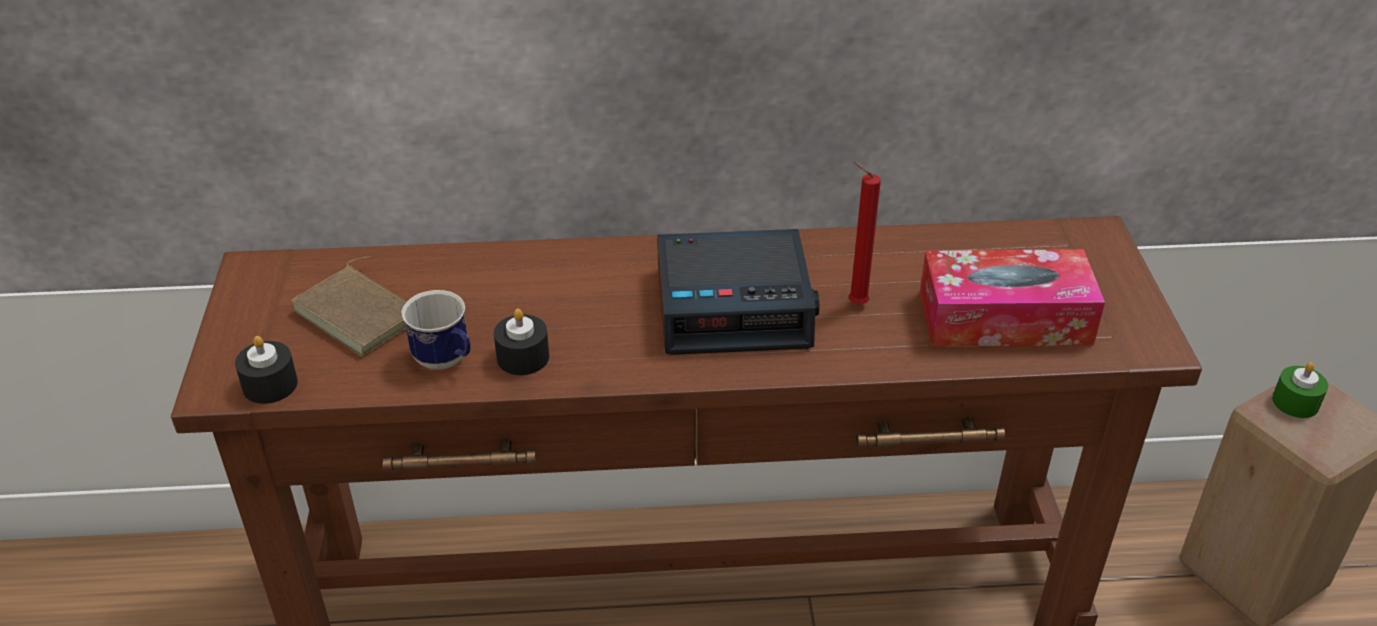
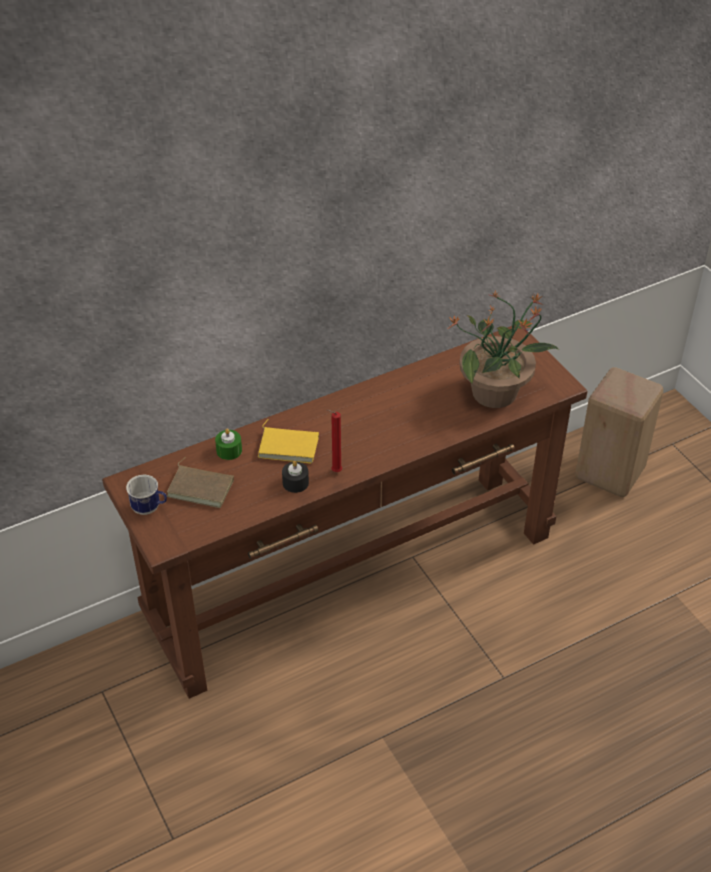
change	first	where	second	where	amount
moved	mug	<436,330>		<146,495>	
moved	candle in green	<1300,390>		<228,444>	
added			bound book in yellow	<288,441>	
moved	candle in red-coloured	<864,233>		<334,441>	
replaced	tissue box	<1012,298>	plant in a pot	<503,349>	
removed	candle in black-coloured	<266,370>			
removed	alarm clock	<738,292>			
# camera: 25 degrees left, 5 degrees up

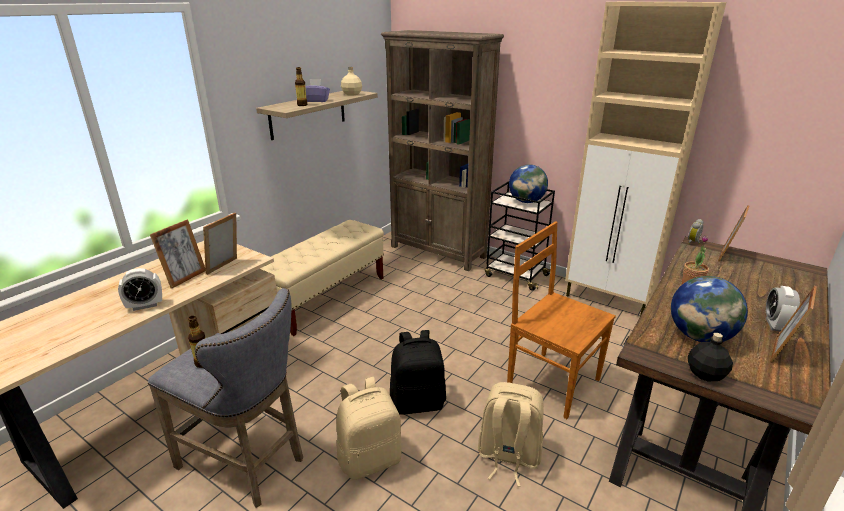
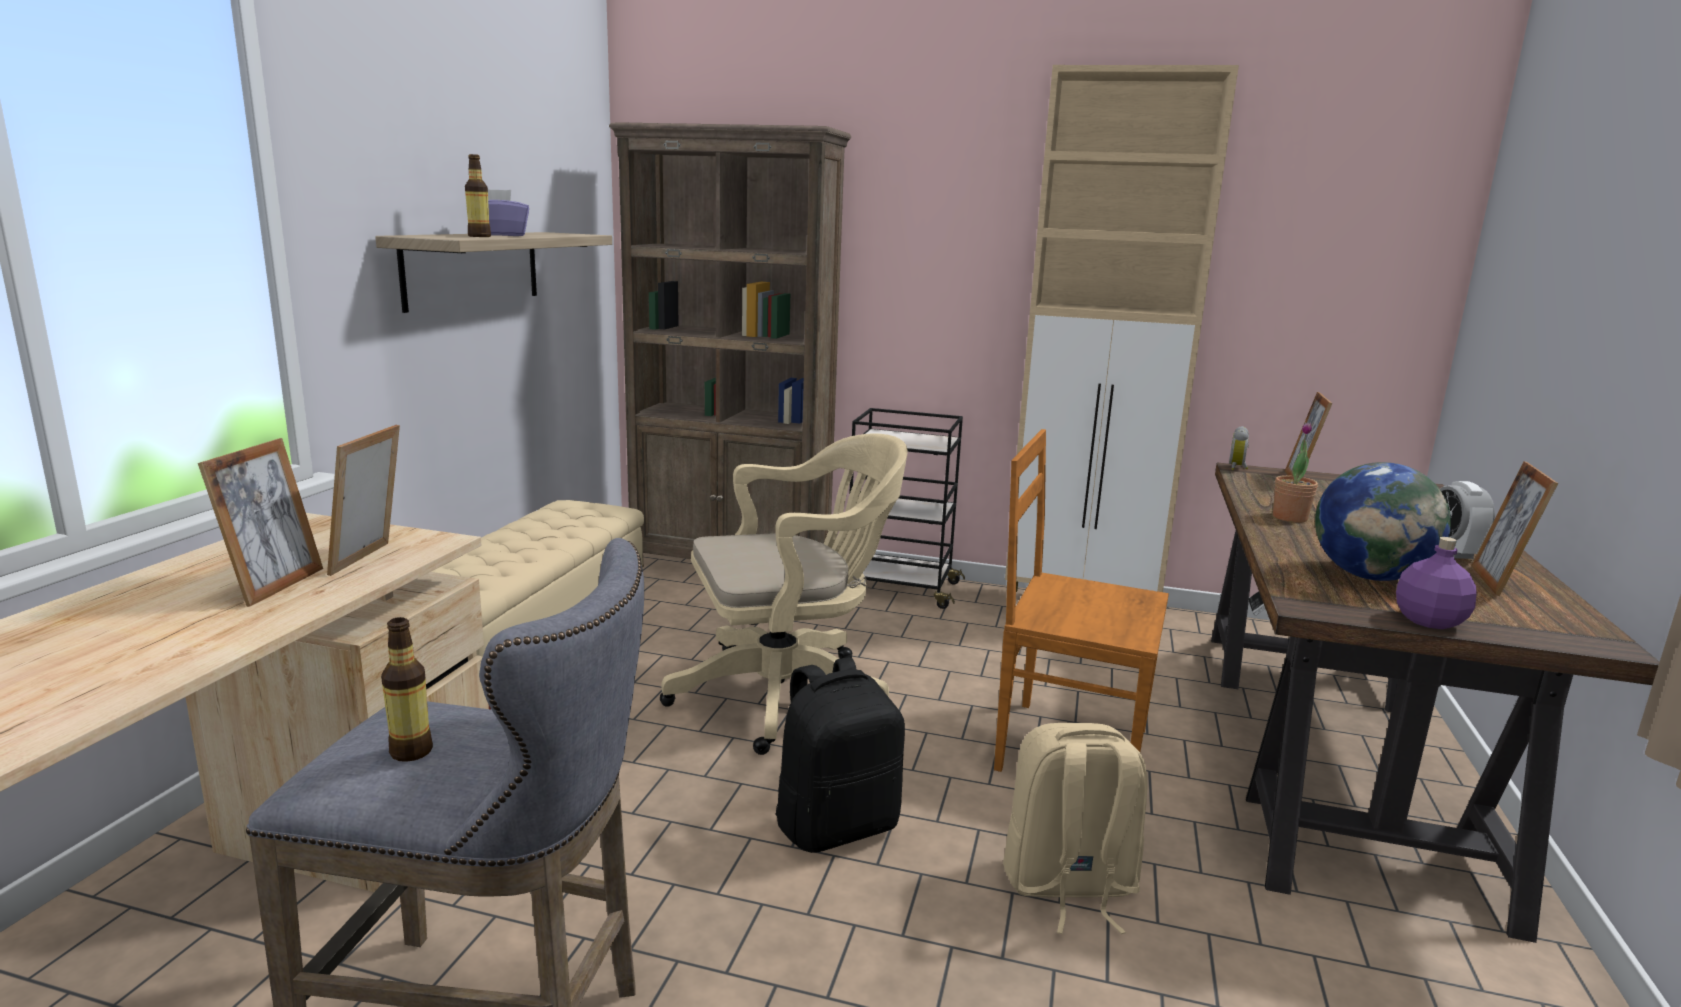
change	first	where	second	where	amount
added			desk chair in beige-coloured	<784,594>	
recoloured	bottle in black-coloured	<710,357>	bottle in purplish	<1436,583>	
removed	alarm clock	<140,289>			
removed	backpack in beige-coloured	<369,428>			
removed	bottle in beige-coloured	<351,81>			
removed	world globe	<528,183>			
# camera: 20 degrees left, 10 degrees down

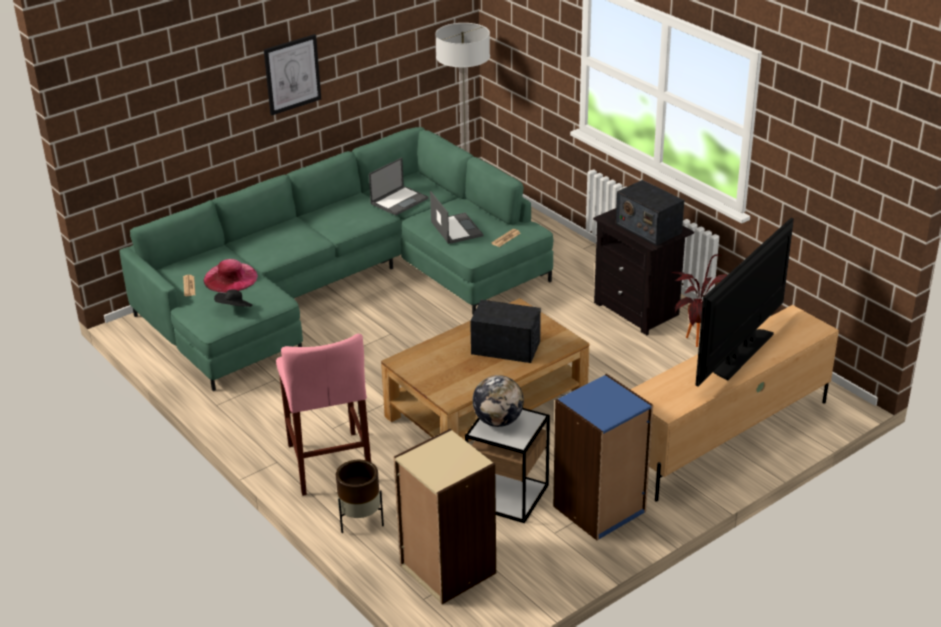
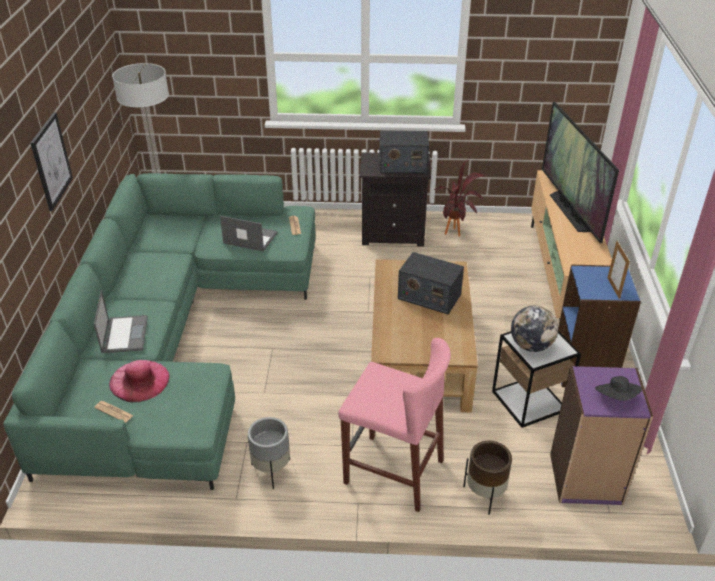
change	first	where	second	where	amount
moved	notebook computer	<399,187>		<121,322>	
added			planter in greyish	<269,453>	
turned	radio receiver	<505,331>		<431,283>	120 degrees counterclockwise
recoloured	shelving unit in beige-coloured	<445,516>	shelving unit in purplish	<601,435>	
moved	wearable hat in black-coloured	<233,298>		<618,388>	
added			photo frame	<619,270>	
# camera: 50 degrees left, 5 degrees up

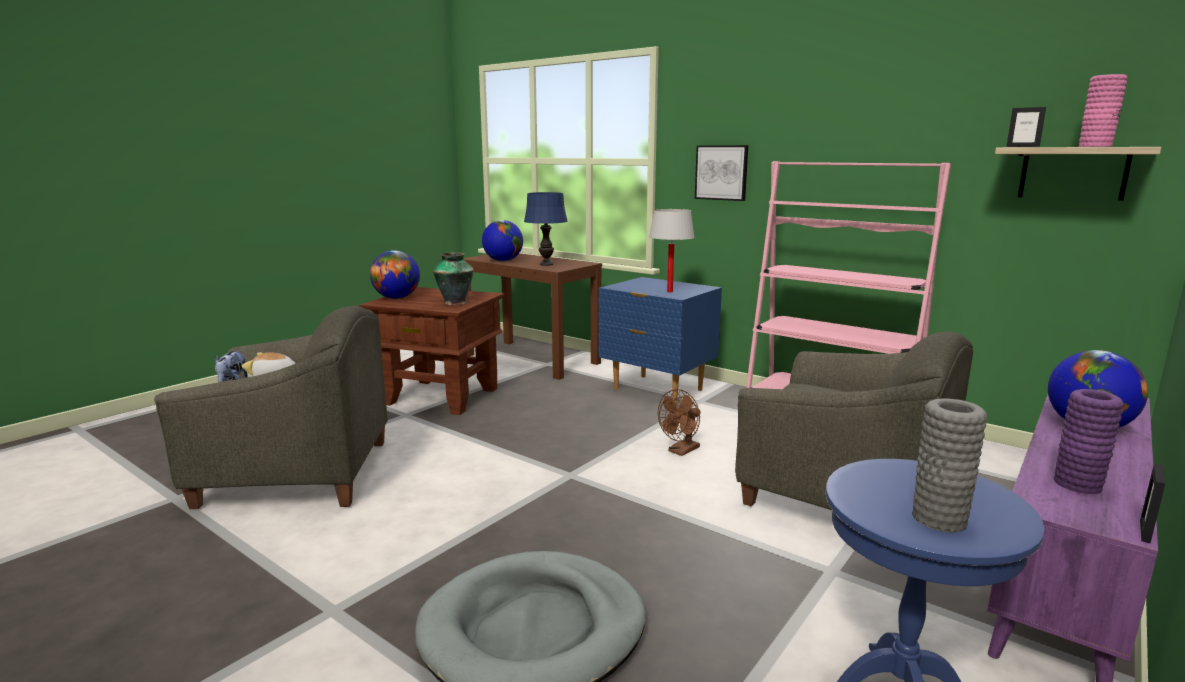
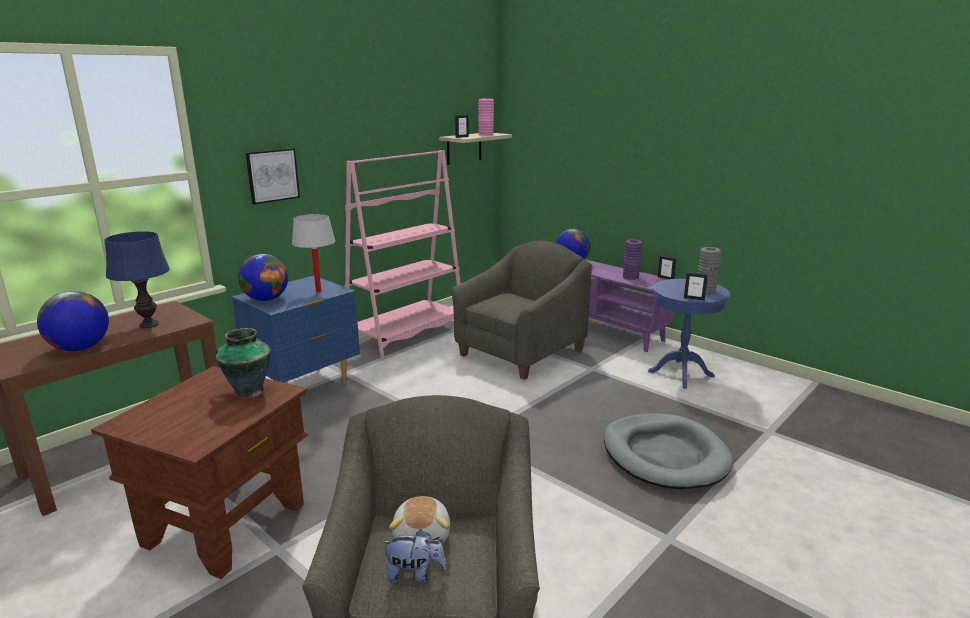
change	first	where	second	where	amount
moved	world globe	<395,274>		<263,277>	
added			photo frame	<696,286>	
removed	electric fan in brown	<679,422>			
# camera: 85 degrees left, 5 degrees up

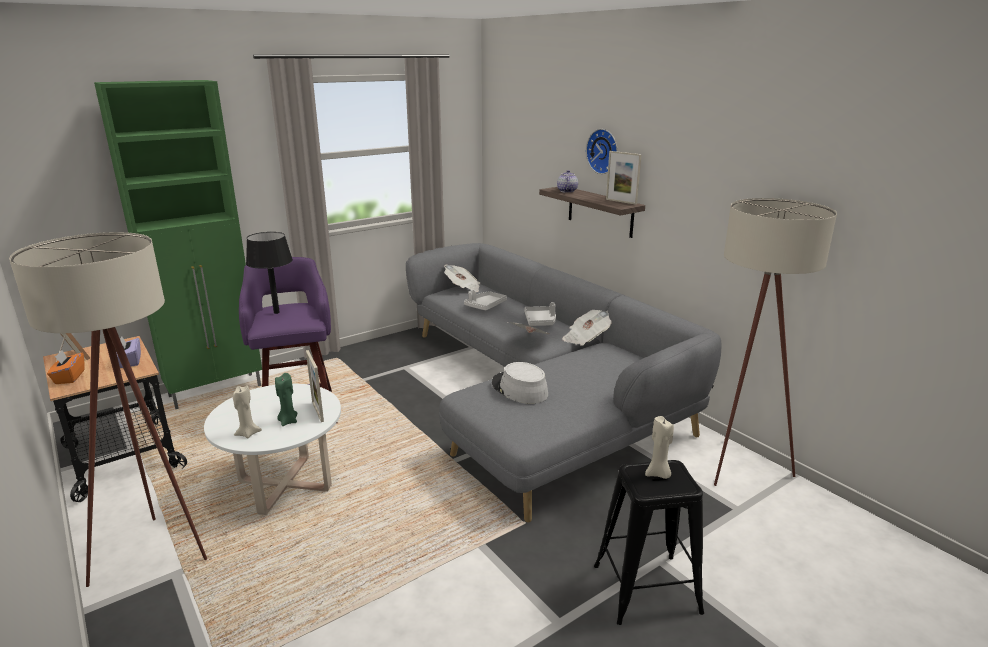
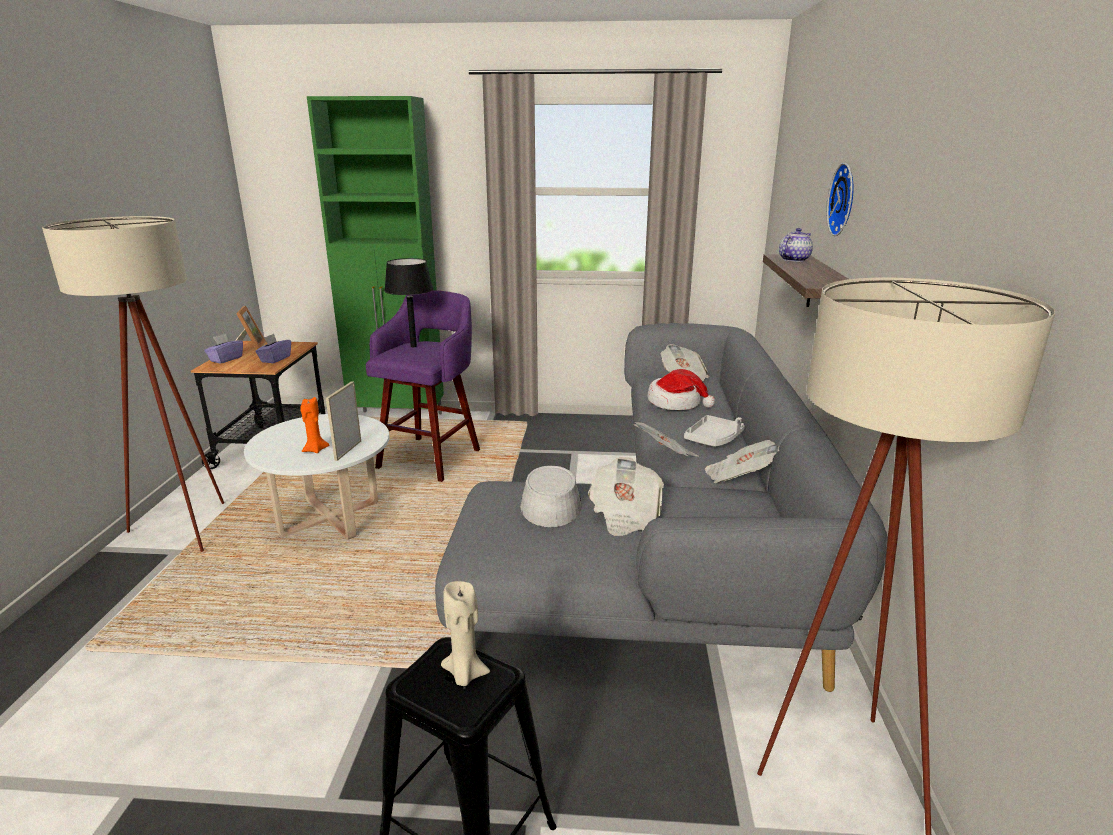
change	first	where	second	where	amount
recoloured	tissue box in orange	<65,367>	tissue box in purplish	<223,349>	
recoloured	candle in green	<286,399>	candle in orange	<314,425>	
added			newspaper	<626,496>	
replaced	serving tray in greyish	<485,300>	wearable hat	<681,389>	
removed	candle in beige-coloured	<247,411>			
removed	photo frame	<623,178>			
# camera: 40 degrees right, 0 degrees up

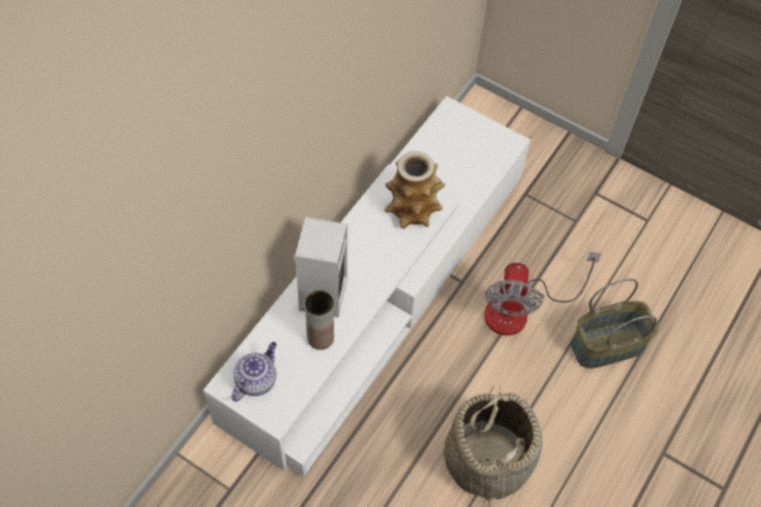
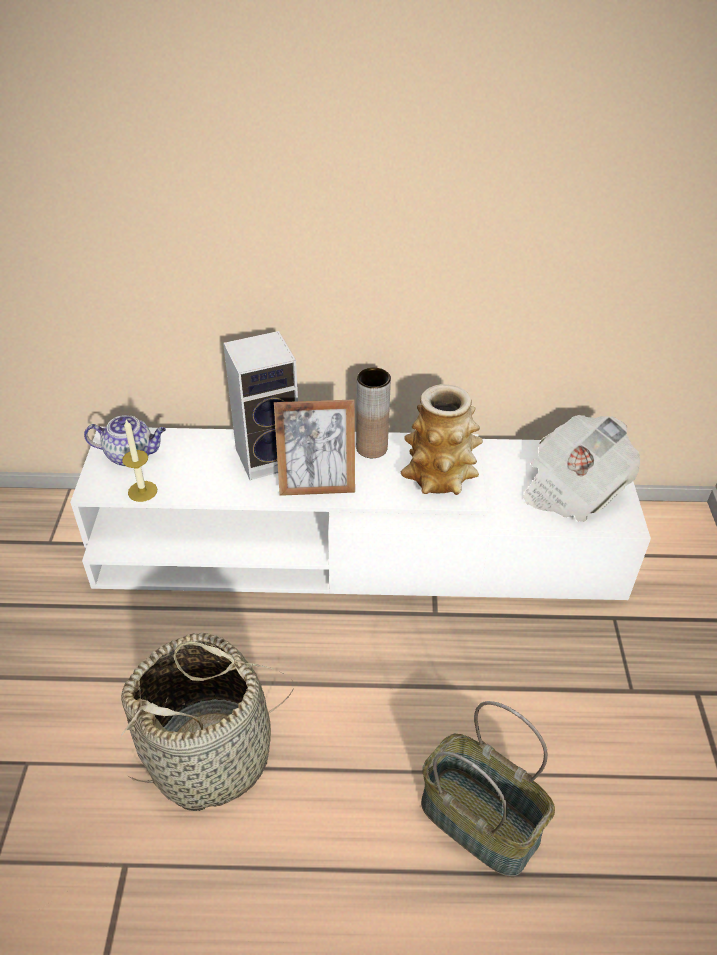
change	first	where	second	where	amount
added			candle	<139,461>	
added			photo frame	<314,447>	
moved	vase in brown	<319,320>		<373,412>	
added			newspaper	<582,468>	
removed	electric fan	<542,294>			
# camera: 60 degrees right, 15 degrees down

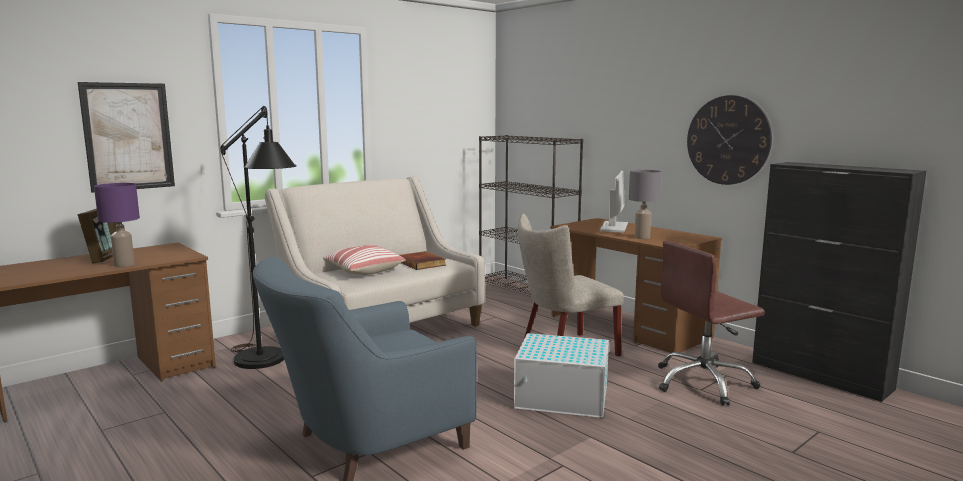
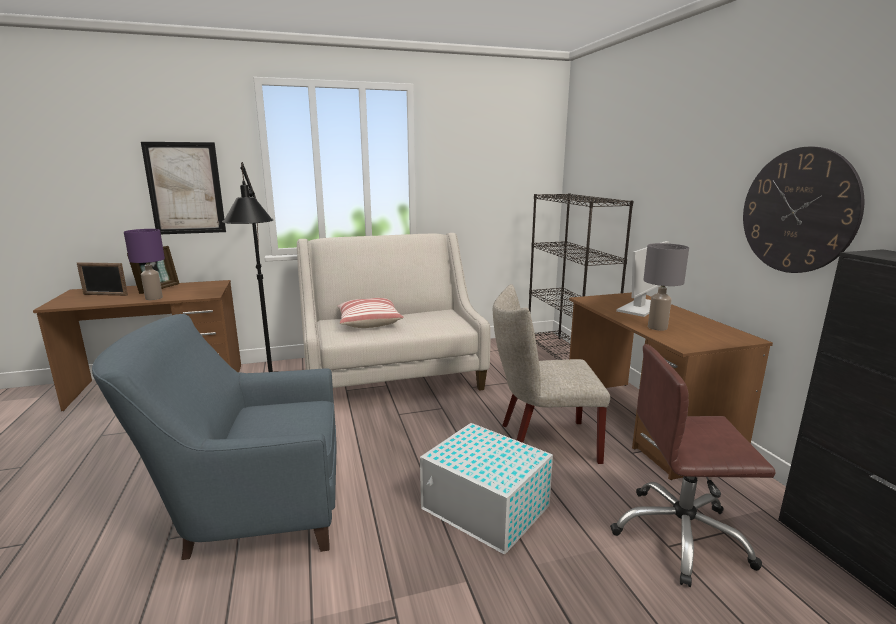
change	first	where	second	where	amount
added			photo frame	<102,279>	
removed	bound book	<422,260>			
# camera: 25 degrees right, 5 degrees up

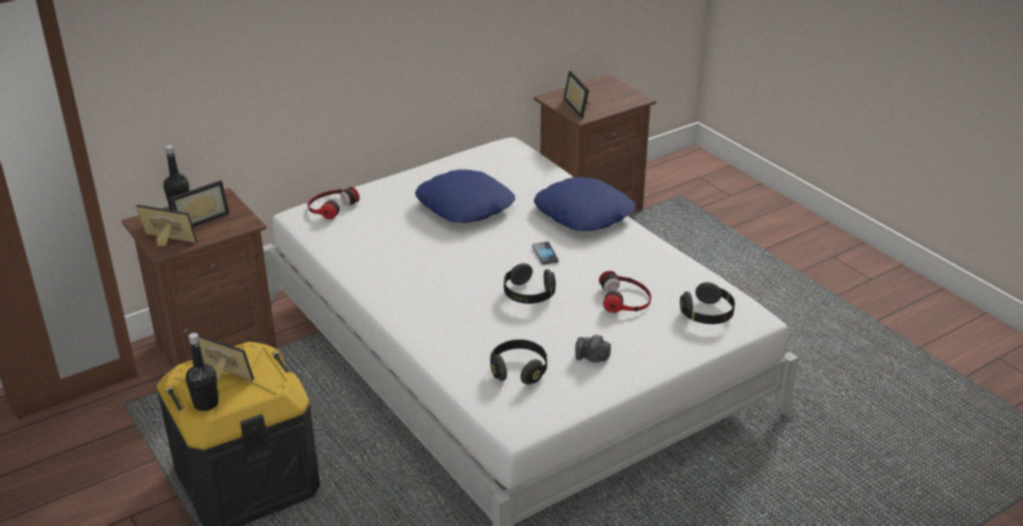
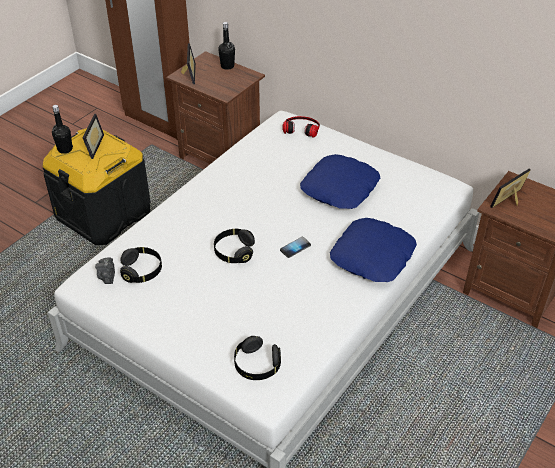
change	first	where	second	where	amount
moved	still camera	<593,348>		<105,270>	
removed	photo frame	<199,203>			
removed	pair of headphones	<625,292>			
# camera: 70 degrees right, 10 degrees up

